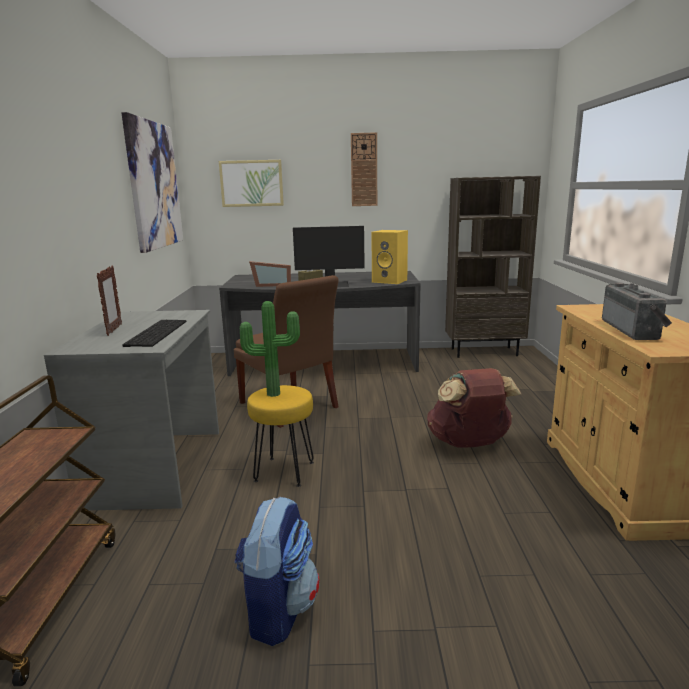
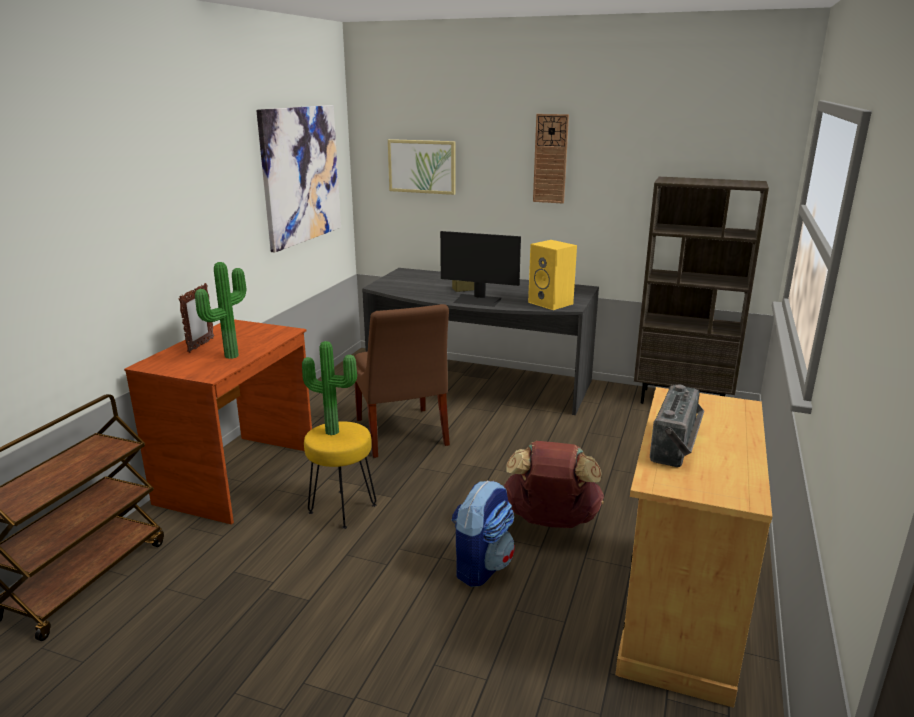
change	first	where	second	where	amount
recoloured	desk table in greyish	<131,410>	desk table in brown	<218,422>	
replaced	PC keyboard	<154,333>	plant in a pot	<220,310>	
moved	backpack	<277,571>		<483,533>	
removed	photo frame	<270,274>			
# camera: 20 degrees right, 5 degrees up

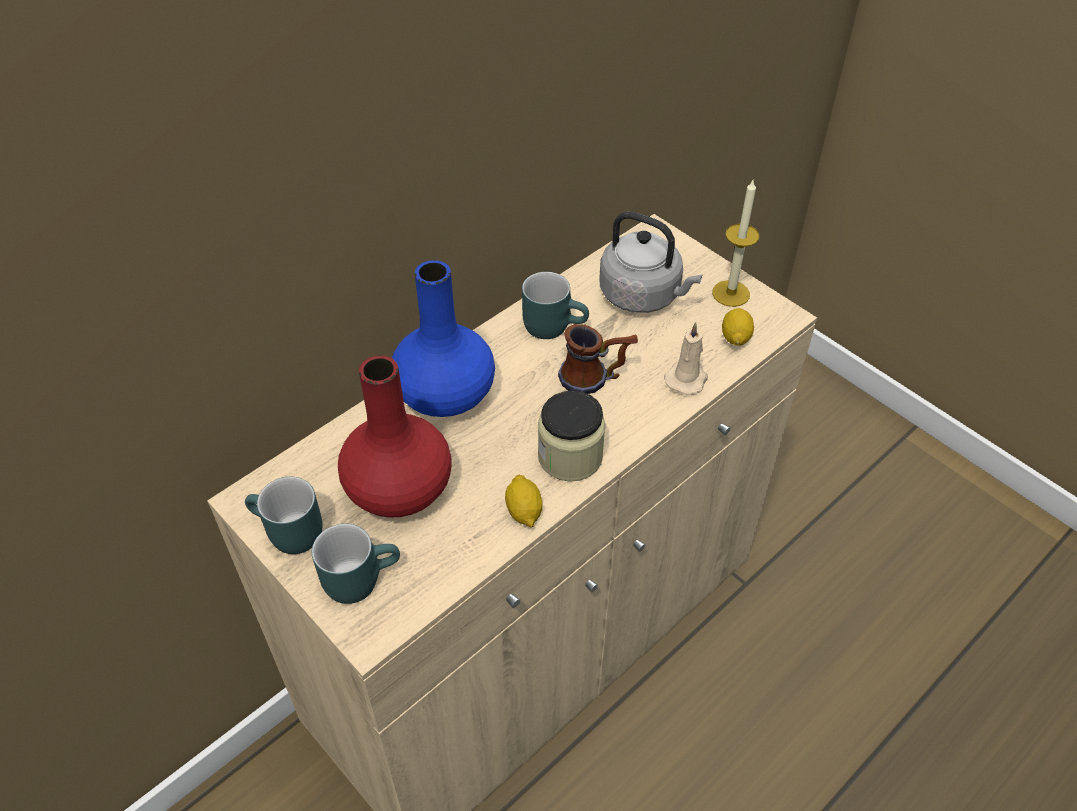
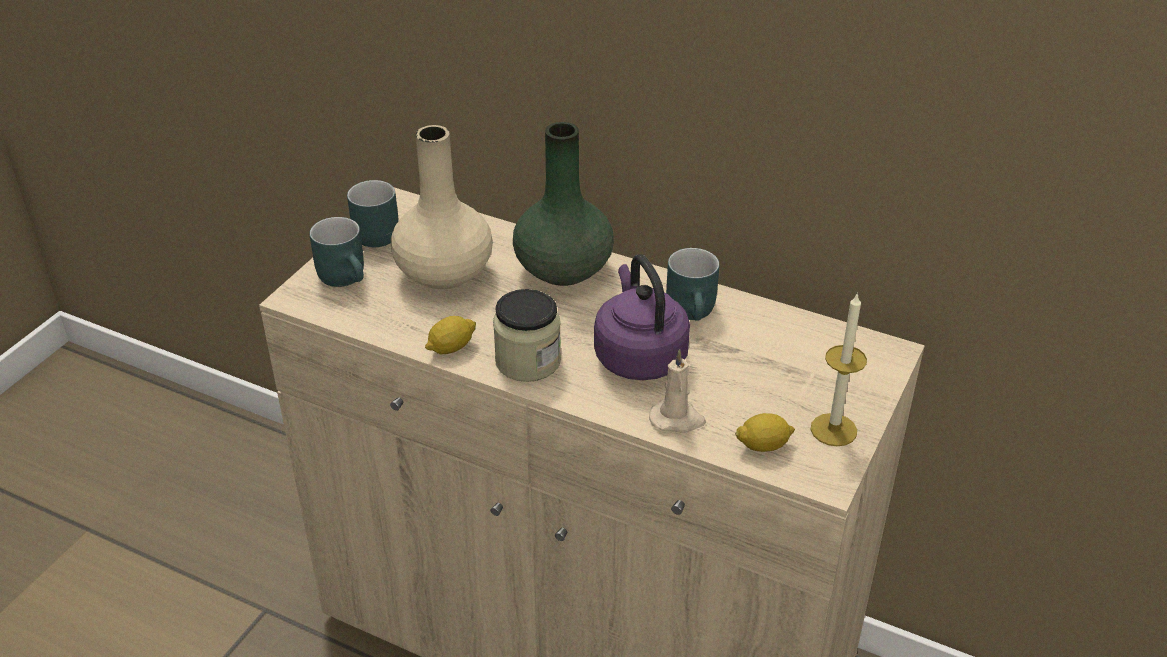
change	first	where	second	where	amount
recoloured	vase in red-coloured	<395,436>	vase in beige-coloured	<442,207>	
recoloured	vase in blue-coloured	<443,338>	vase in green	<563,204>	
replaced	mug	<598,359>	water kettle in purplish	<642,317>	
removed	water kettle in greyish	<651,262>			
# camera: 70 degrees right, 10 degrees down

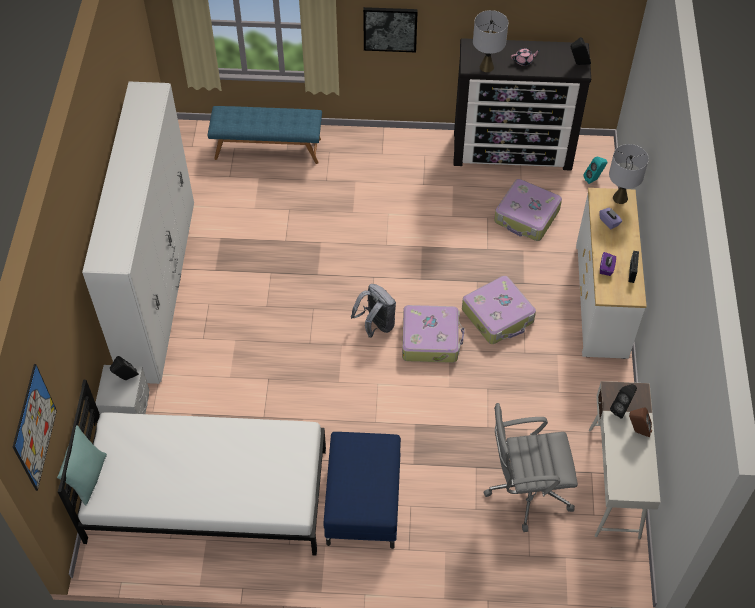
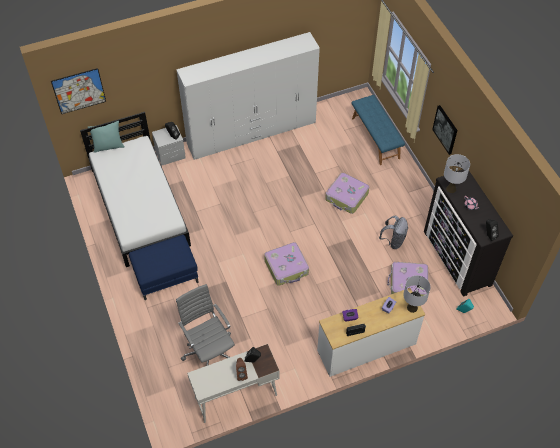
change	first	where	second	where	amount
moved	suitcase	<499,310>		<347,193>	
moved	backpack in greyish	<373,311>		<393,232>	
# camera: 65 degrees right, 0 degrees up

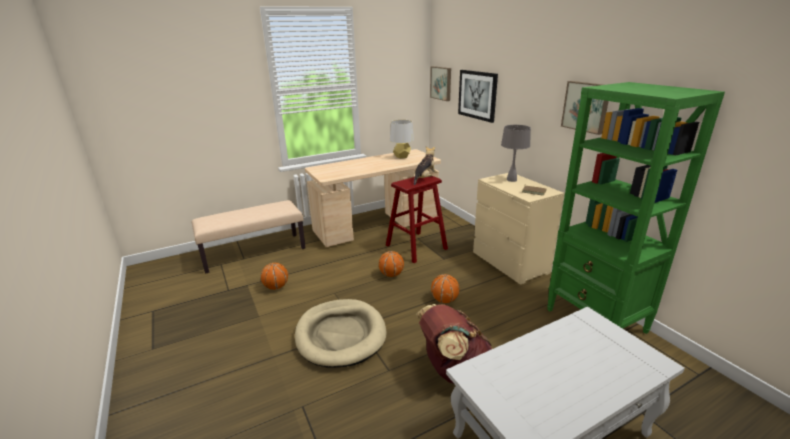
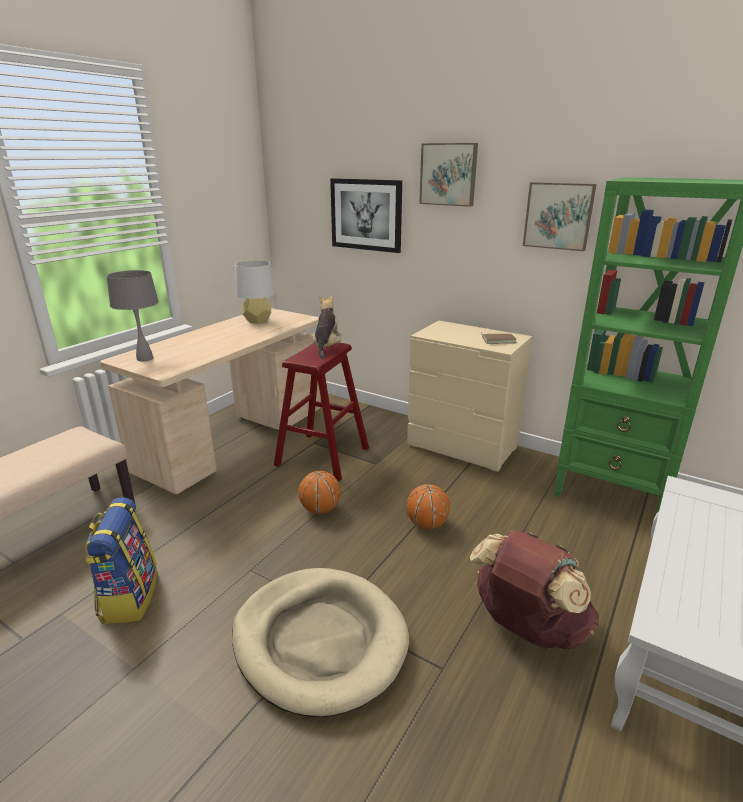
change	first	where	second	where	amount
replaced	basketball	<274,276>	backpack	<121,560>	
moved	lamp for a table in greyish	<516,153>		<132,316>	
moved	picture	<440,83>		<448,175>	
# camera: 30 degrees left, 0 degrees up

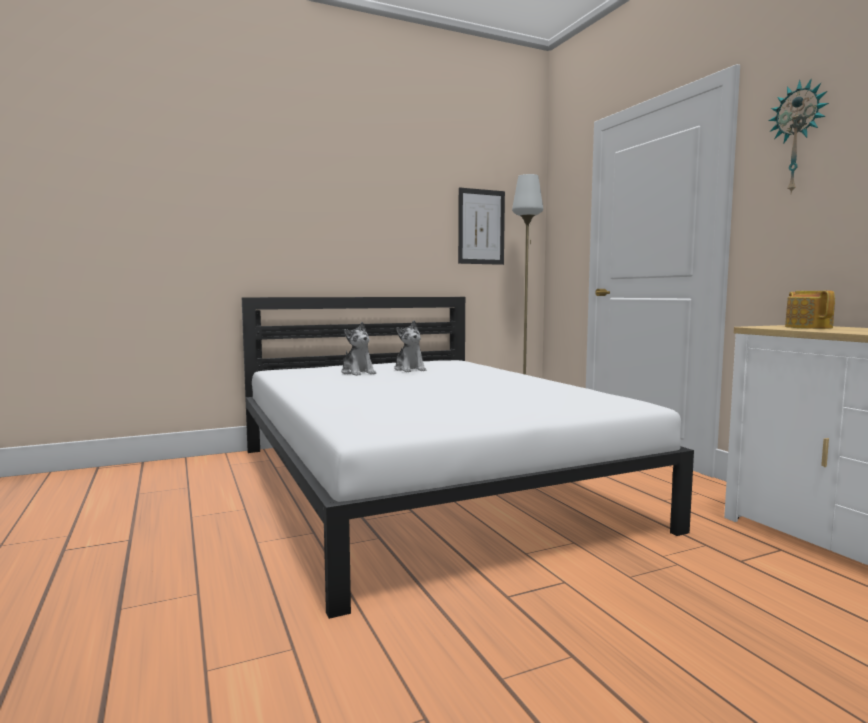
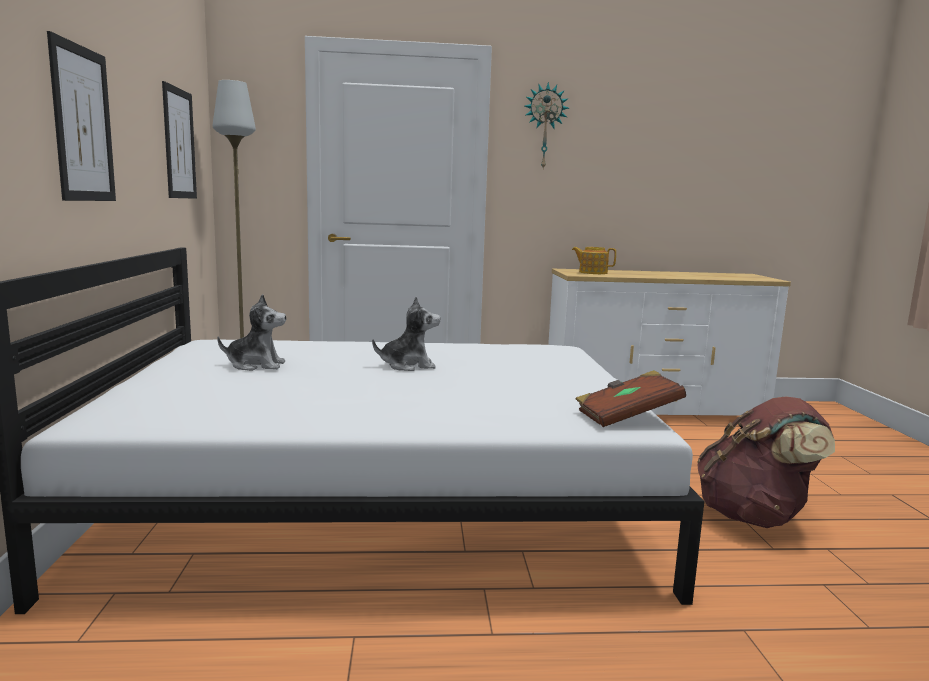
change	first	where	second	where	amount
added			picture	<81,116>	
moved	soft toy	<358,349>		<406,334>	
added			bound book in brown	<631,398>	
added			backpack in brown	<766,462>	
# camera: 70 degrees left, 5 degrees up

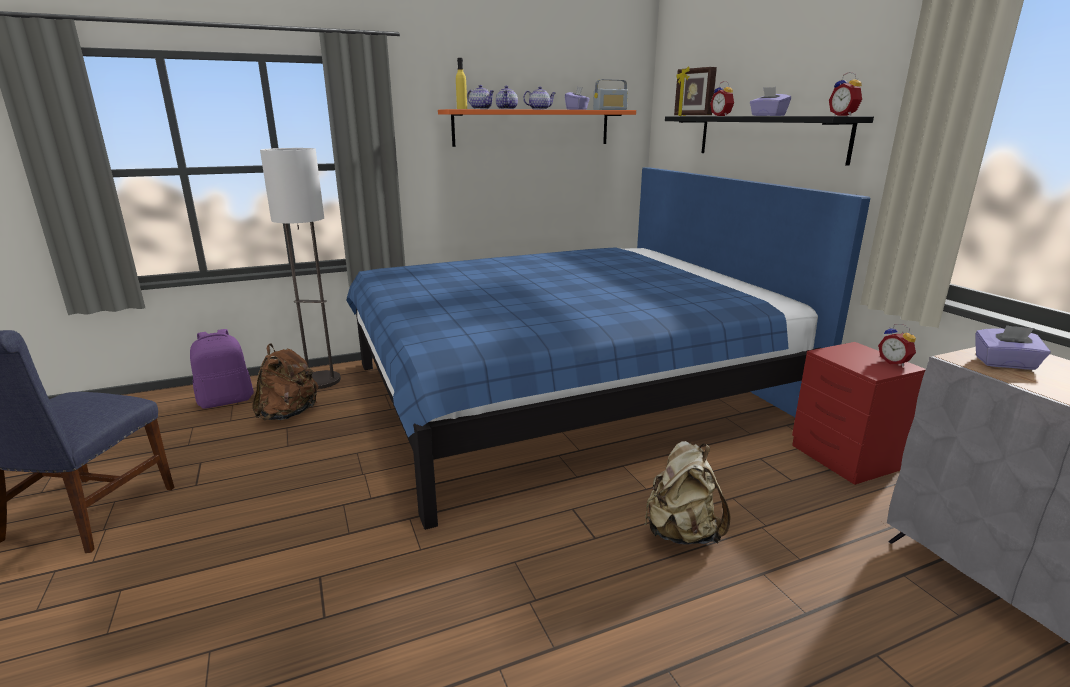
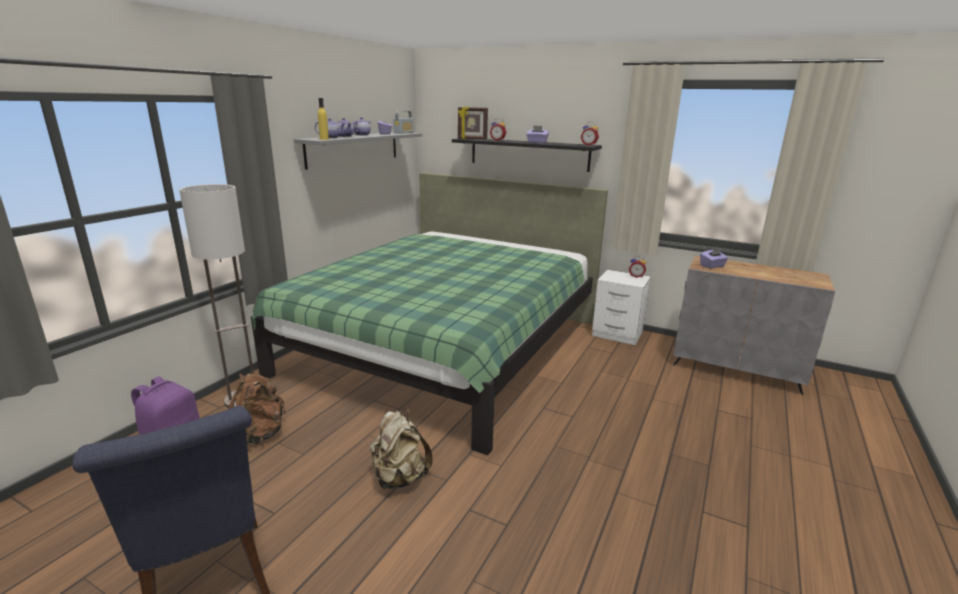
change	first	where	second	where	amount
recoloured	sleeping bed in blue-coloured	<608,348>	sleeping bed in green	<429,313>	
recoloured	shelf in orange	<537,128>	shelf in greyish	<358,151>	
moved	backpack in beige-coloured	<688,493>		<401,449>	
recoloured	night table in red-coloured	<859,413>	night table in white-coloured	<621,307>	
# camera: 40 degrees left, 0 degrees up

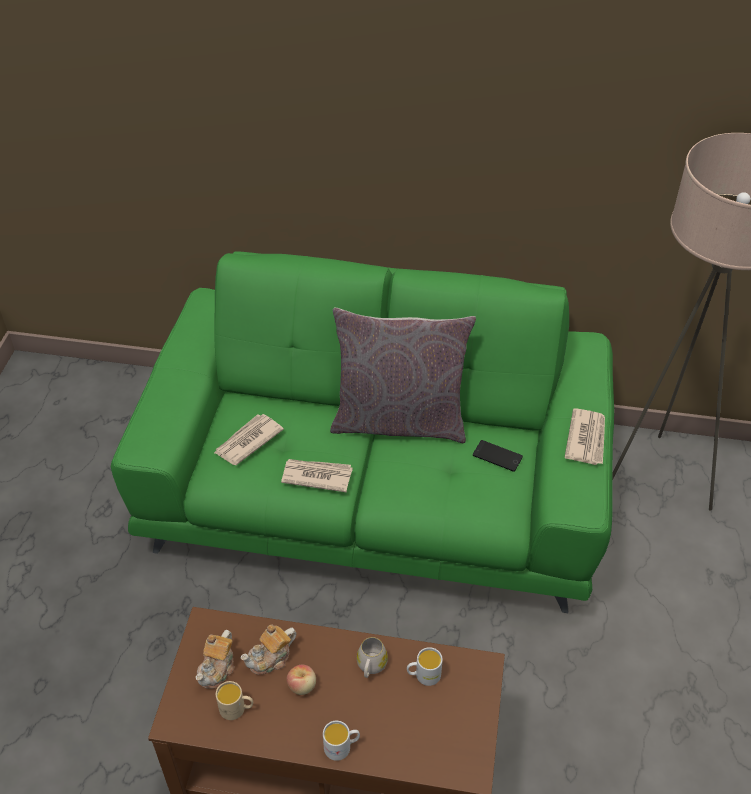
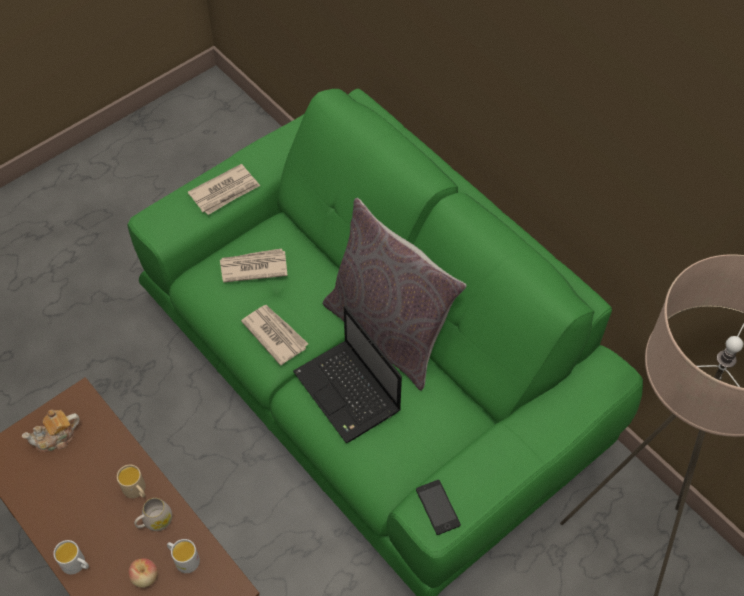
change	first	where	second	where	amount
moved	mug in beige-coloured	<234,700>		<131,481>	
moved	apple	<301,680>		<143,573>	
moved	newspaper	<584,436>		<224,189>	
added			notebook computer	<347,374>	
moved	phone	<498,456>		<438,507>	
removed	tea pot	<268,649>			
# camera: 40 degrees right, 10 degrees up

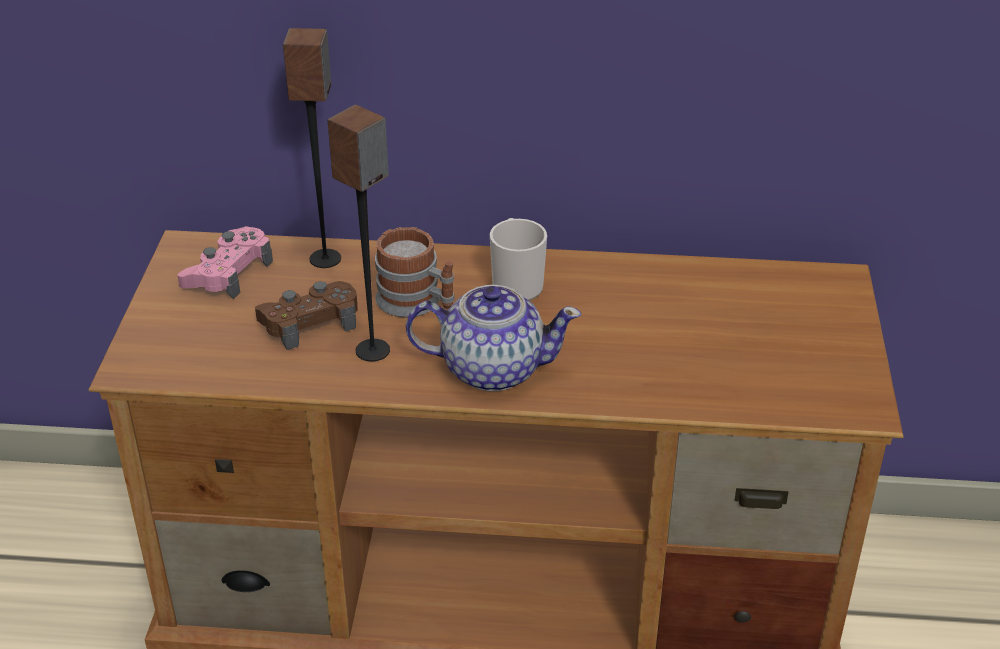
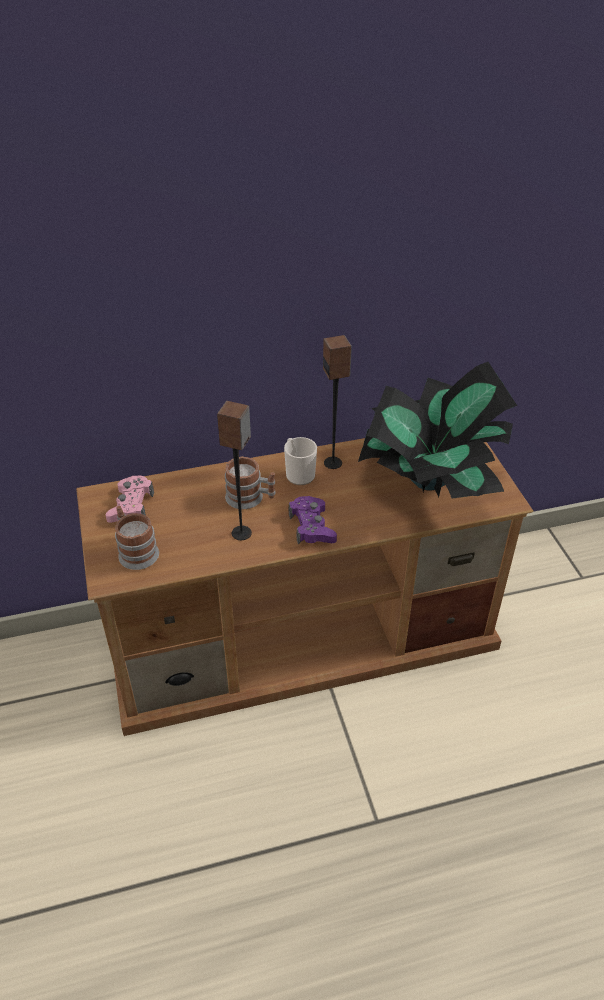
change	first	where	second	where	amount
added			mug	<137,538>	
replaced	tea pot	<493,338>	gamepad in purplish	<313,520>	
moved	audio speaker	<312,148>		<337,402>	
added			plant in a pot	<437,430>	
removed	gamepad in brown	<306,315>			
# camera: 20 degrees left, 5 degrees up

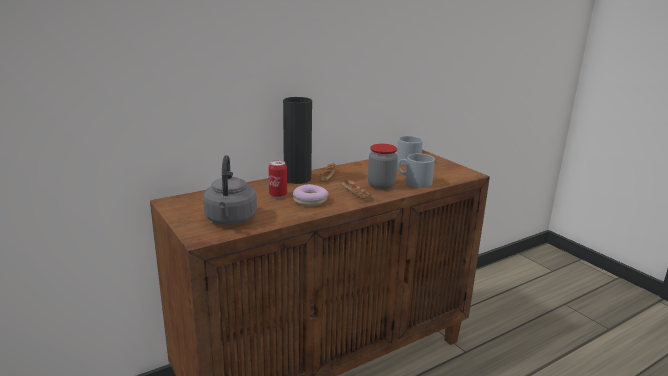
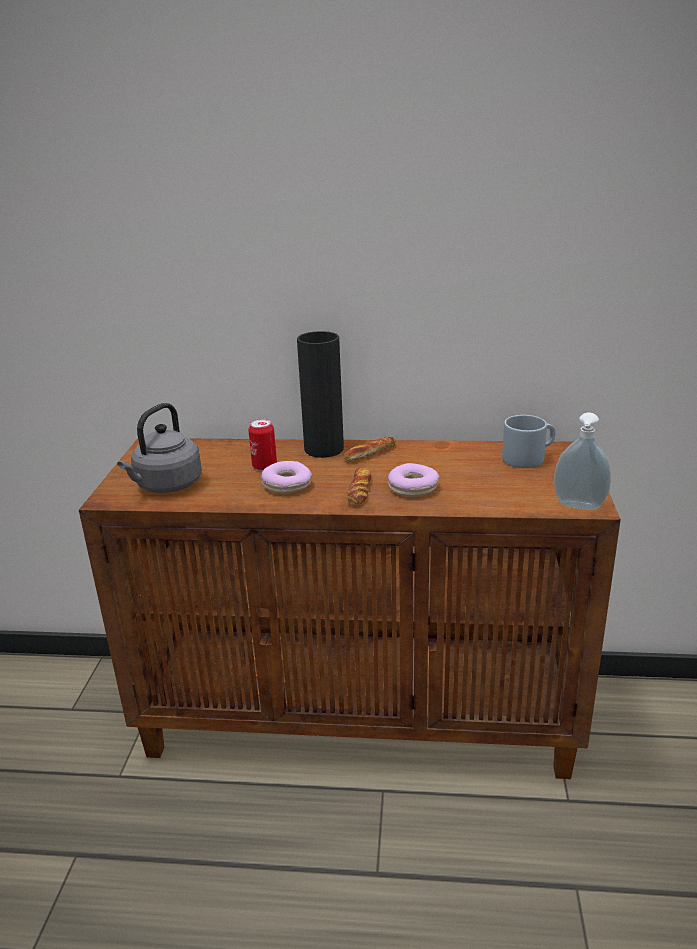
change	first	where	second	where	amount
replaced	jar	<383,166>	doughnut	<414,480>	
added			soap bottle	<582,461>	
removed	mug in greyish	<416,171>			
# camera: 40 degrees right, 5 degrees up

